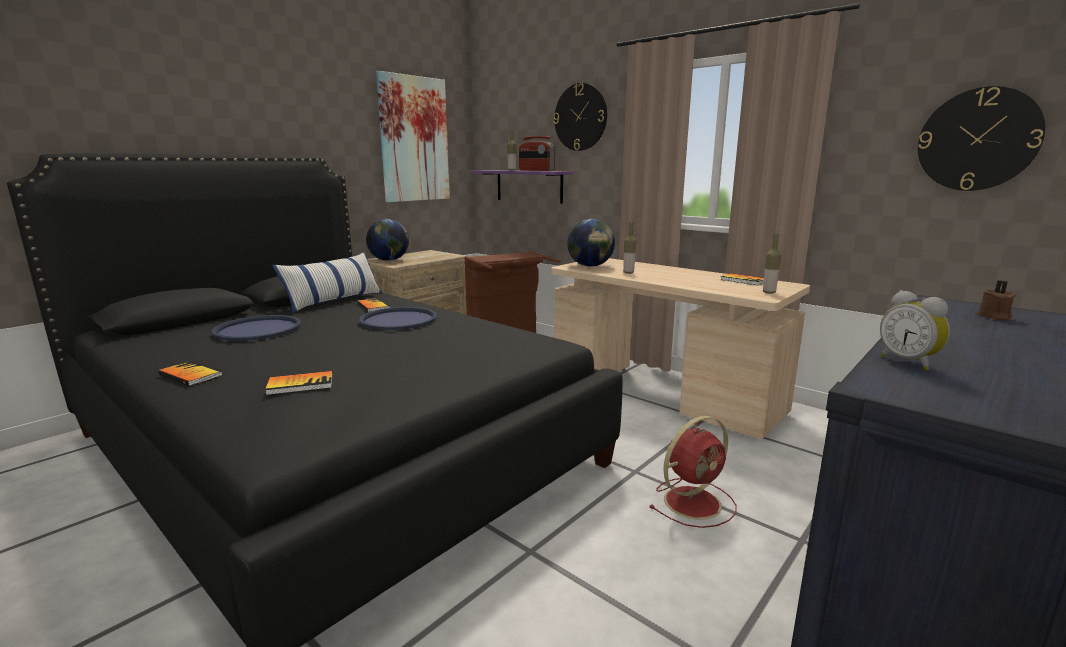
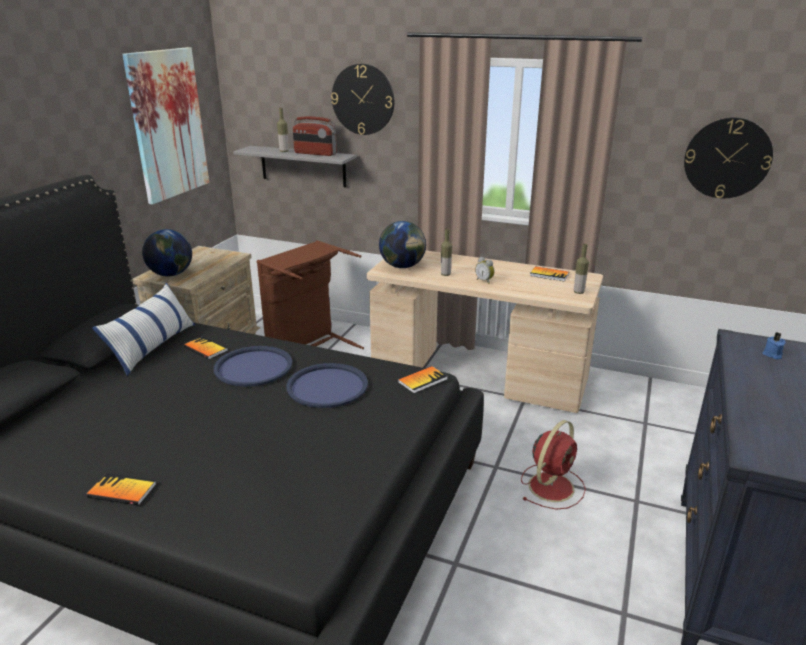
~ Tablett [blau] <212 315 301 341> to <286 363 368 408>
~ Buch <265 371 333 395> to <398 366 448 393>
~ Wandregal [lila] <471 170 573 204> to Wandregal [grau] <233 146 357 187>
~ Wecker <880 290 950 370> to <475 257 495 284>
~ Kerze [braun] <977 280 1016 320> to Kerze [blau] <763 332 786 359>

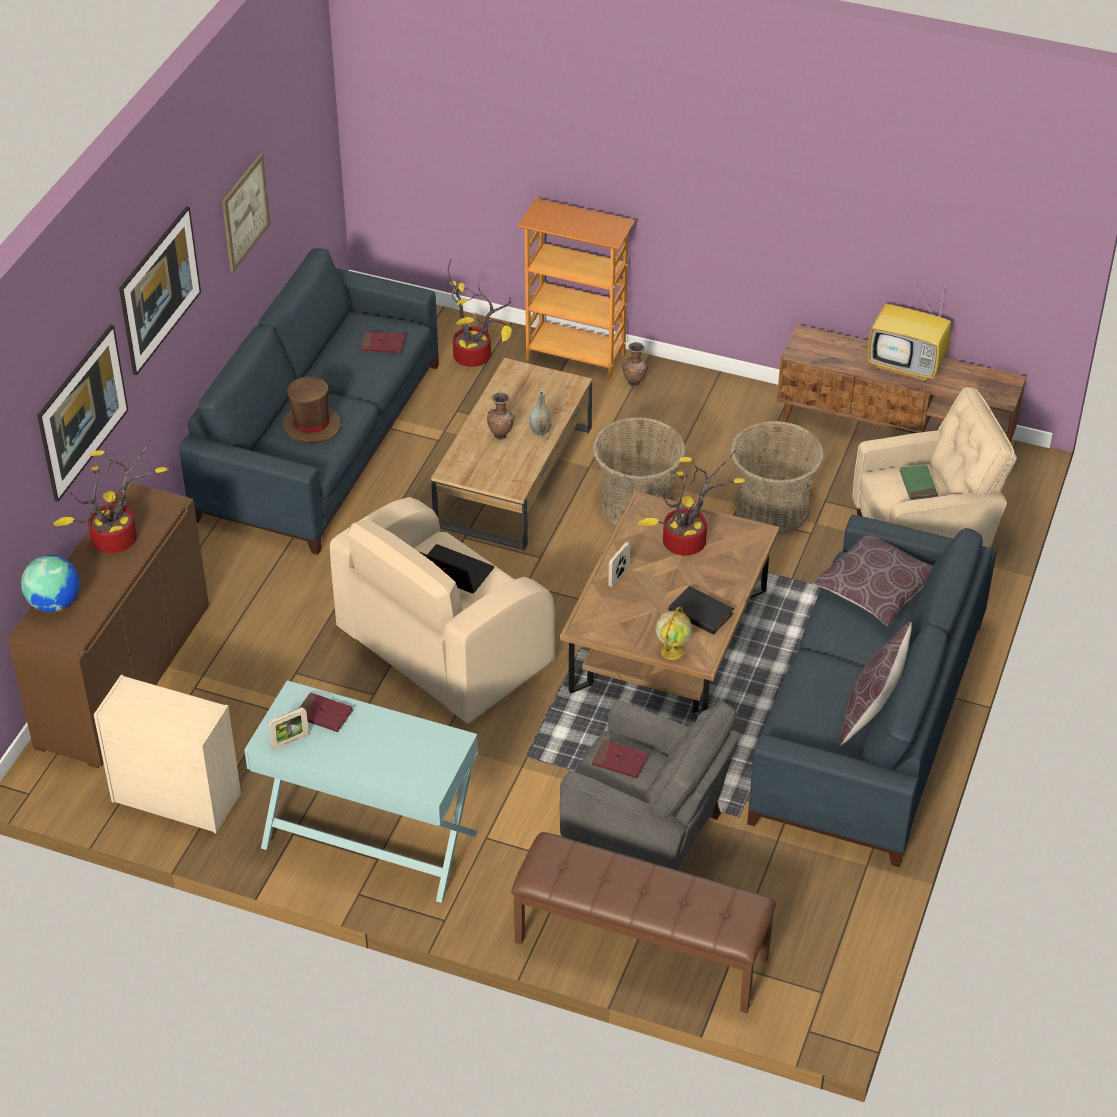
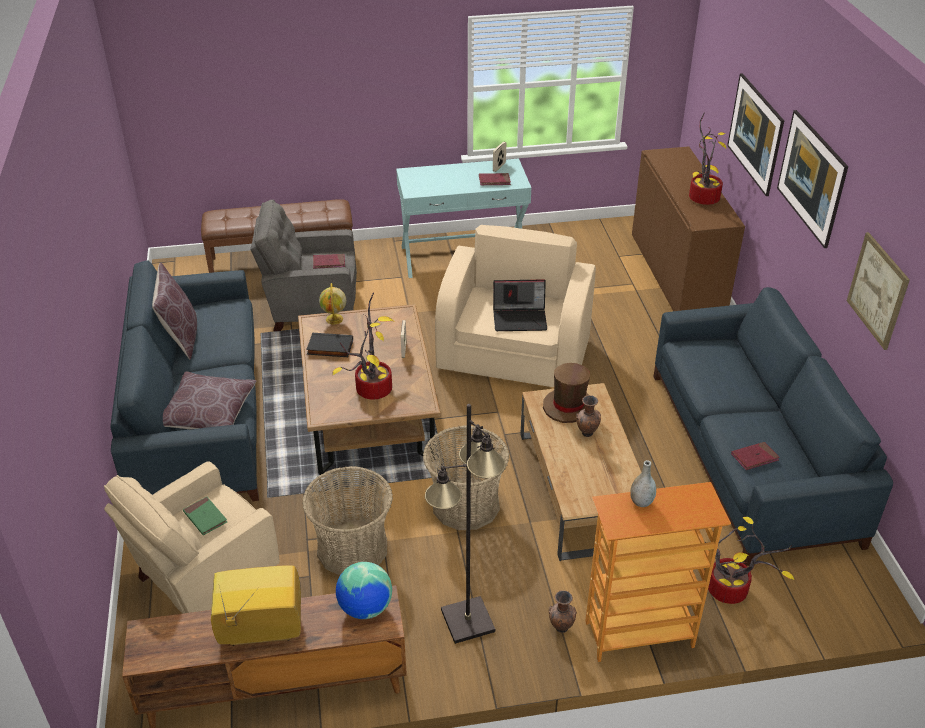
~ Globus <21 555 80 612> to <336 562 392 619>
- Kommode [beige] <94 675 241 833>
~ Hut [braun] <283 377 342 443> to <543 363 590 423>
~ Vase [grau] <529 391 552 436> to <630 460 656 507>
+ Stehlampe [schwarz] <425 404 506 644>

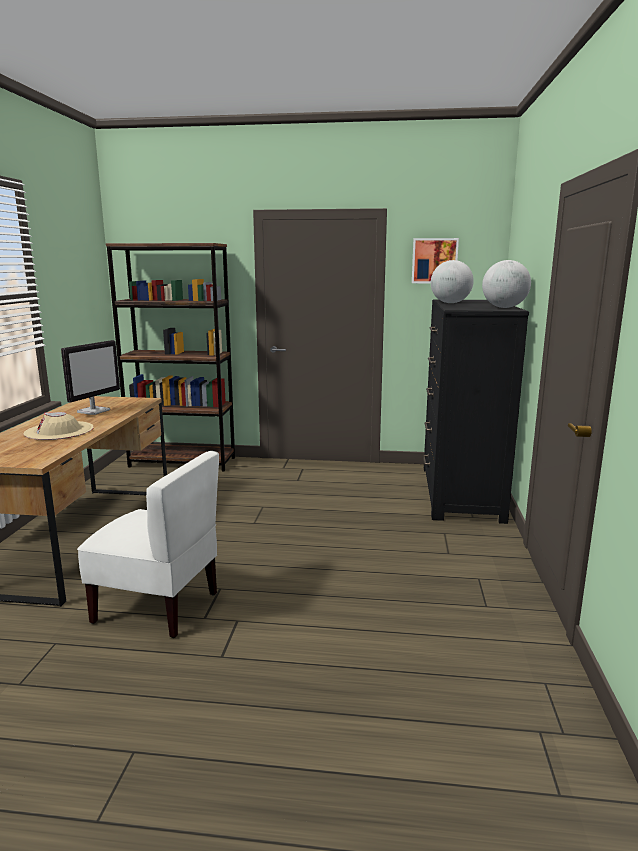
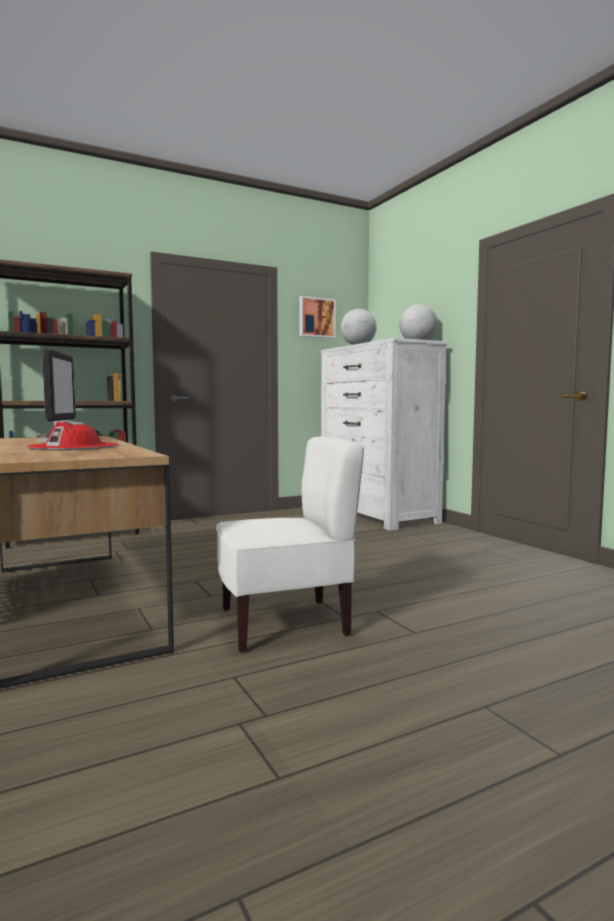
~ Hut [beige] <24 412 94 440> to Hut [rot] <26 421 119 450>
~ Kommode [schwarz] <423 299 529 524> to Kommode [weiß] <321 338 448 531>

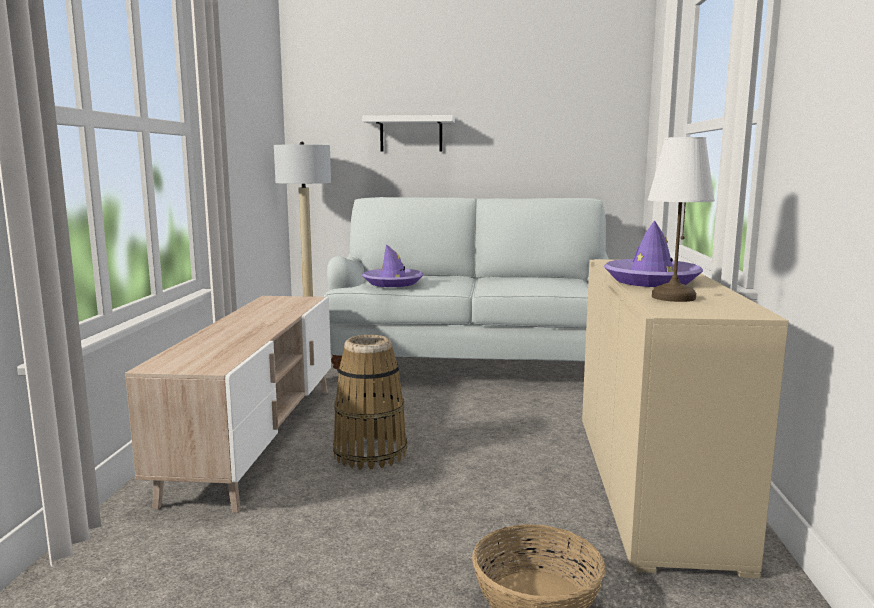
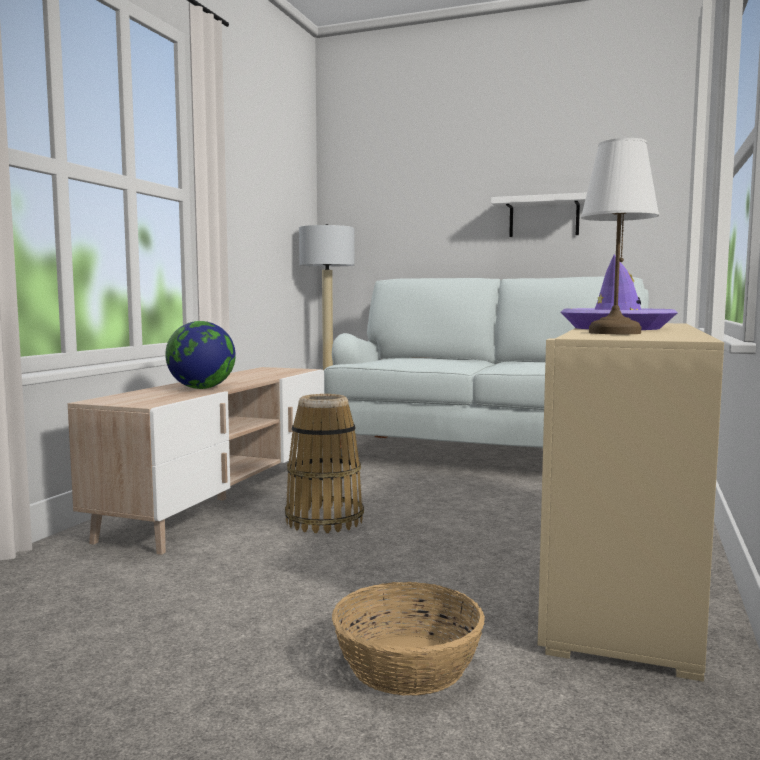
~ Wandregal [weiß] <362 115 455 152> to <491 192 587 237>
- Hut [lila] <362 244 423 287>
+ Globus <165 321 236 389>

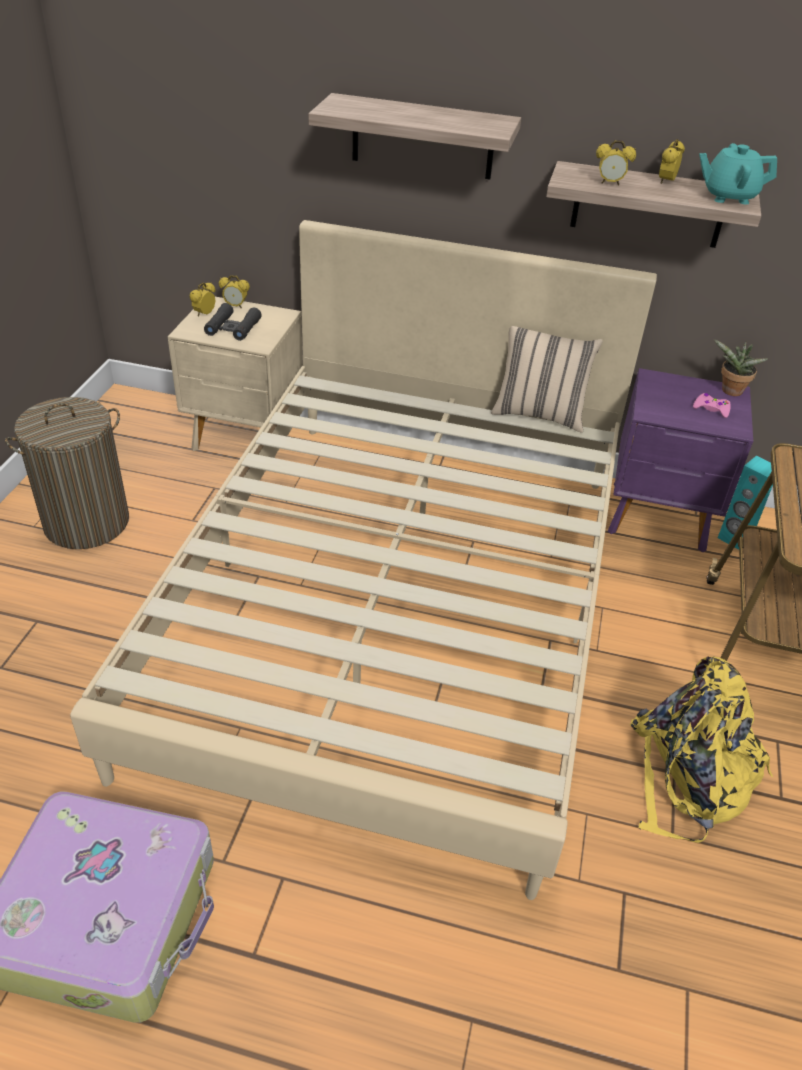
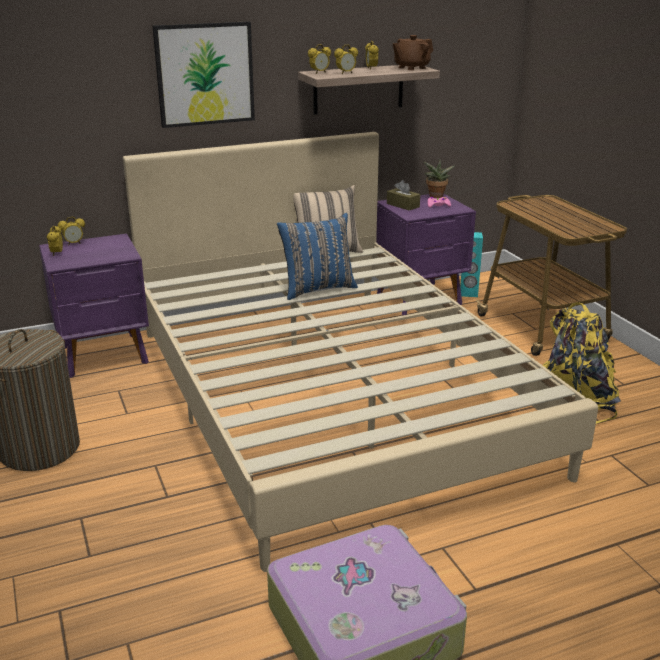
~ Nachttisch [beige] <168 297 303 458> to Nachttisch [lila] <39 234 149 378>
- Fernglas [schwarz] <204 303 262 341>
~ Wandregal <308 93 521 180> to Bild <153 21 255 128>
~ Teekanne [türkis] <699 143 777 205> to Teekanne [braun] <393 35 433 70>
+ Kissen [blau] <277 213 358 300>
+ Wecker <308 44 331 74>
+ Taschentuchbox [braun] <387 180 420 210>

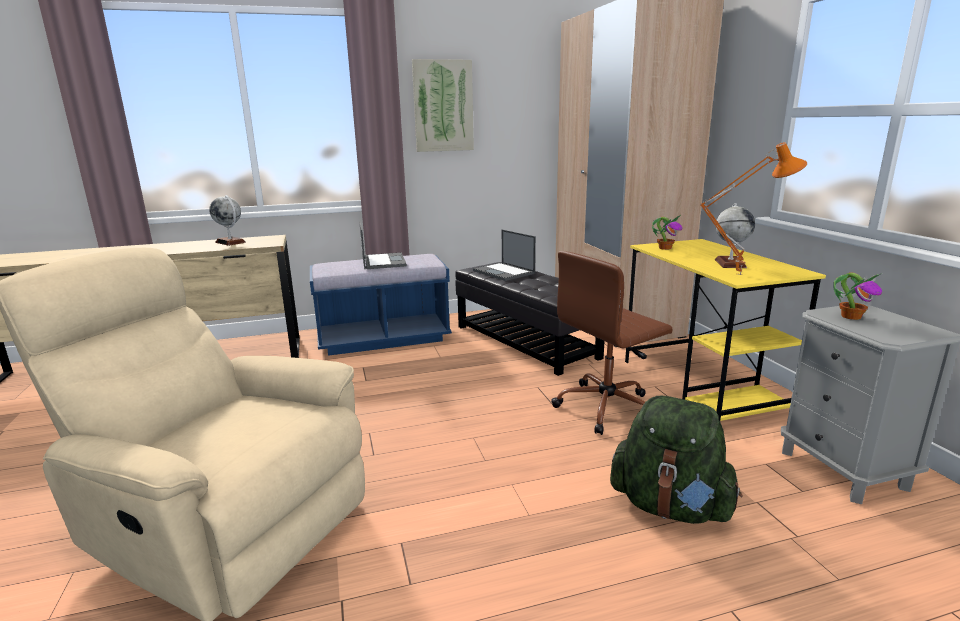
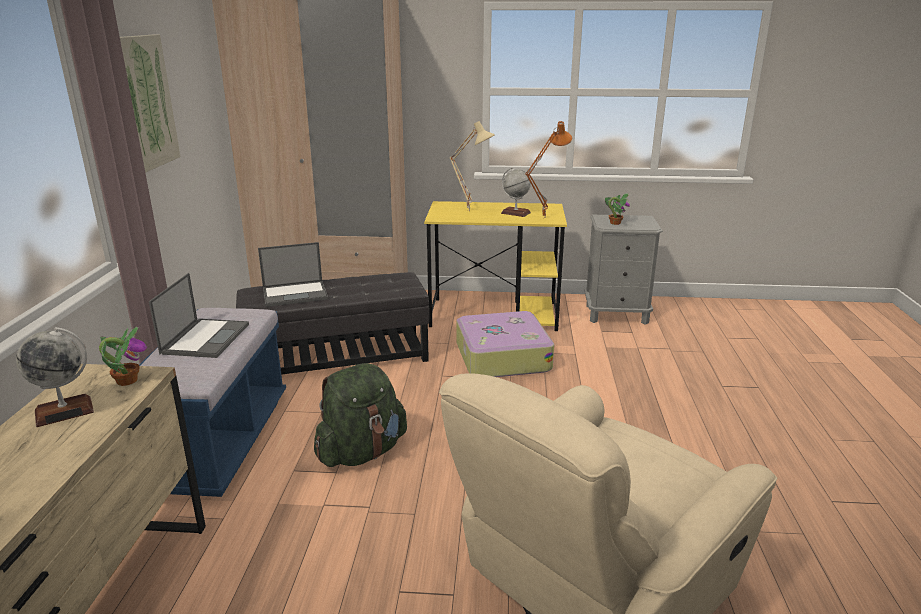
~ Laptop <359 221 407 269> = <149 273 249 358> 90 degrees clockwise
~ Bürostuhl [braun] <551 251 673 435> to Koffer <457 311 554 377>
~ Rucksack [grün] <610 395 742 524> to <314 363 407 467>
~ Topfpflanze <652 215 682 250> to <99 327 147 386>
+ Tischlampe [beige] <450 121 495 211>

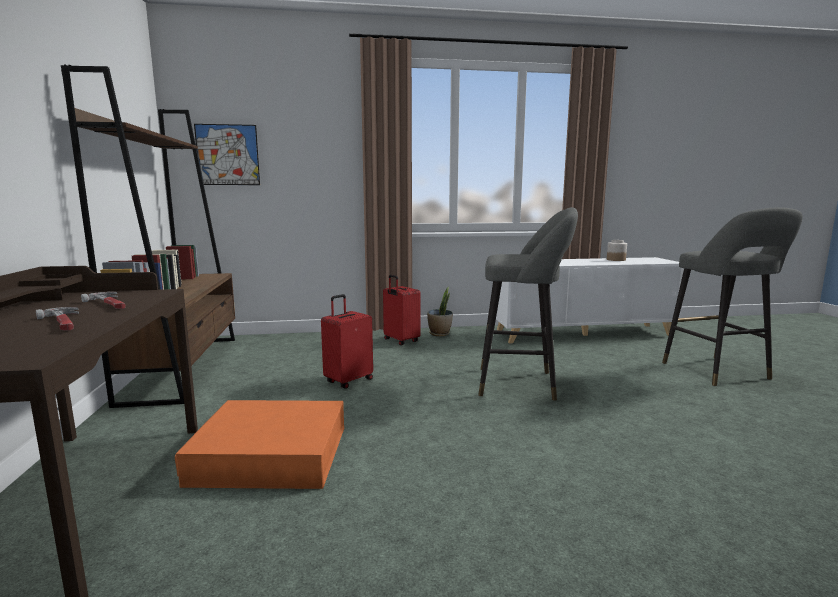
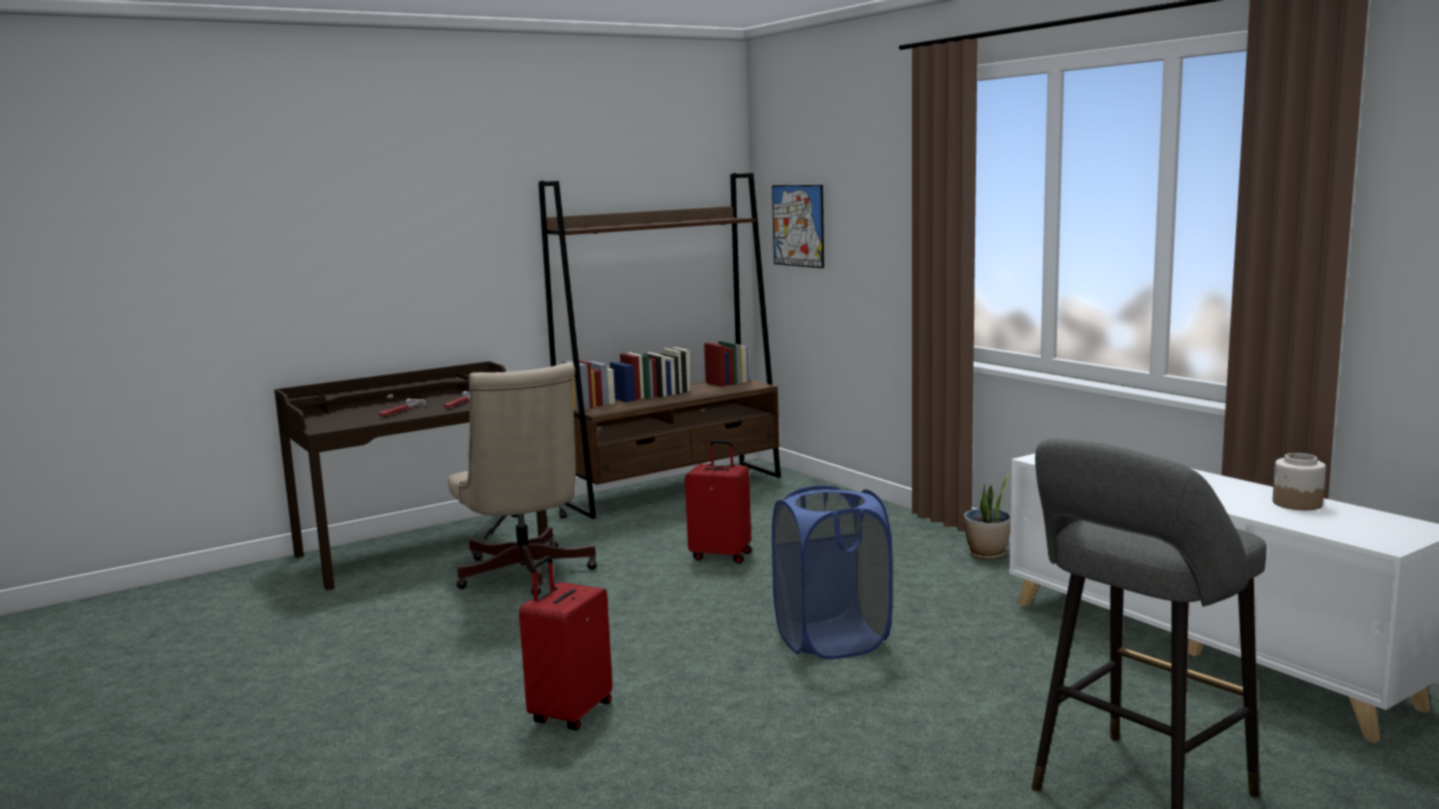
~ Aufbewahrungsbox [orange] <175 400 344 489> to Bürostuhl [beige] <448 362 597 595>
~ Koffer [rot] <383 275 421 345> to <519 556 613 730>
~ Hocker [grau] <478 207 578 401> to Wäschekorb [blau] <772 485 893 659>

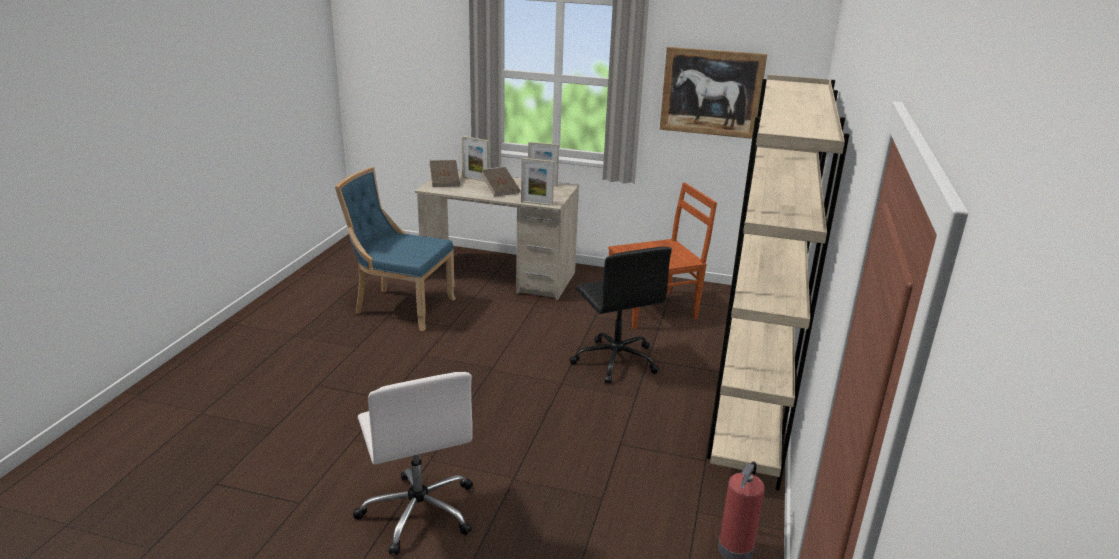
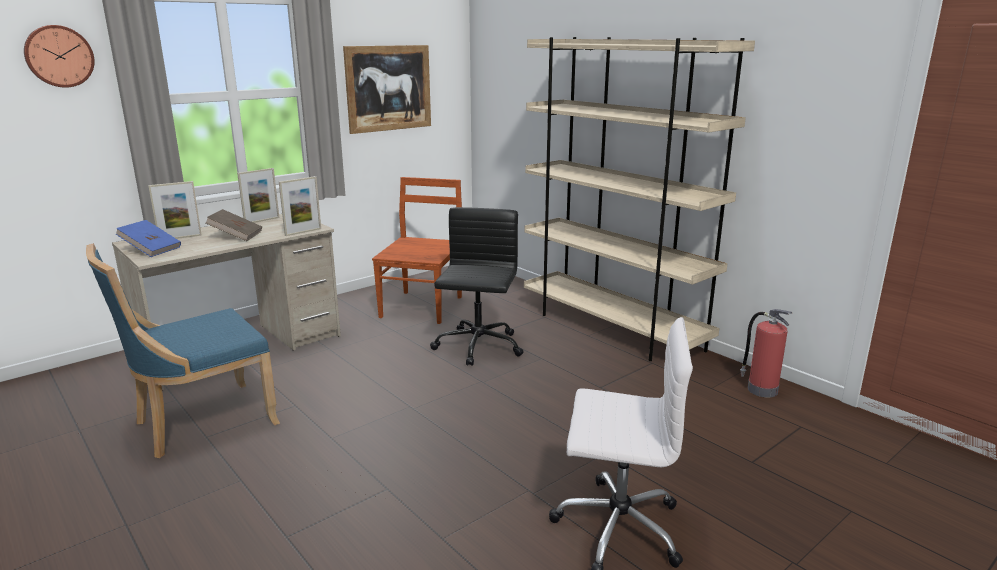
~ Buch [braun] <430 160 460 187> to Buch [blau] <116 220 181 257>
~ Bürostuhl [schwarz] <570 247 672 384> = <430 207 524 366> 90 degrees counterclockwise
+ Wanduhr <24 25 95 88>

